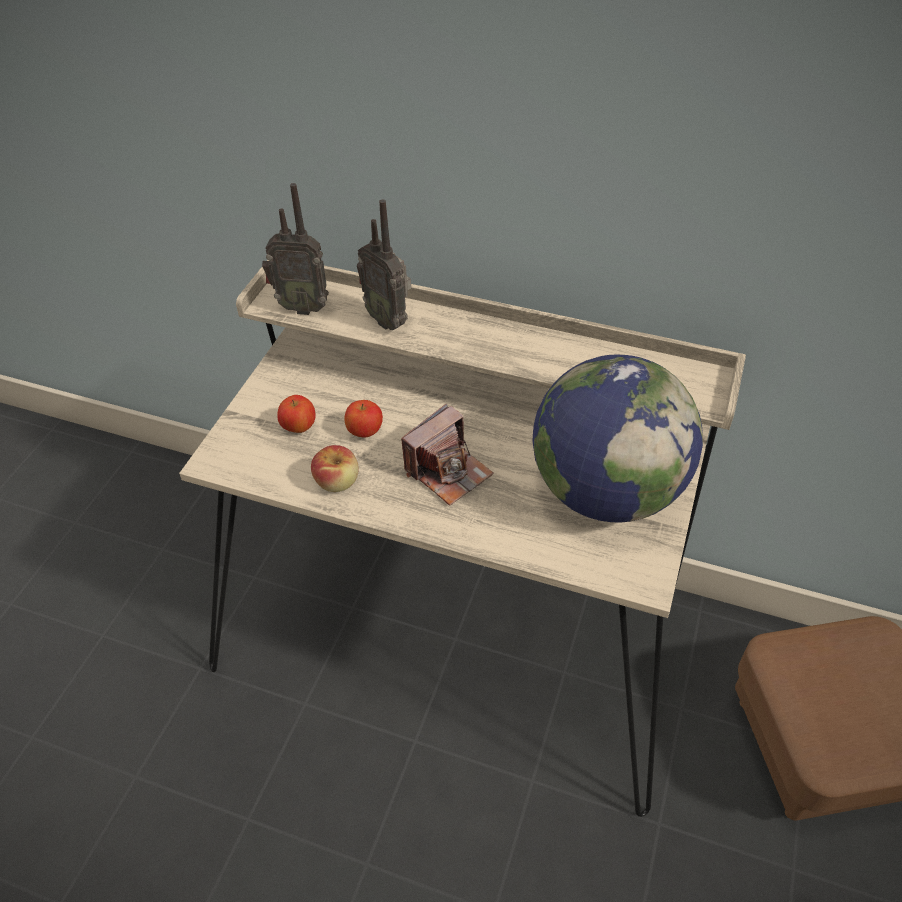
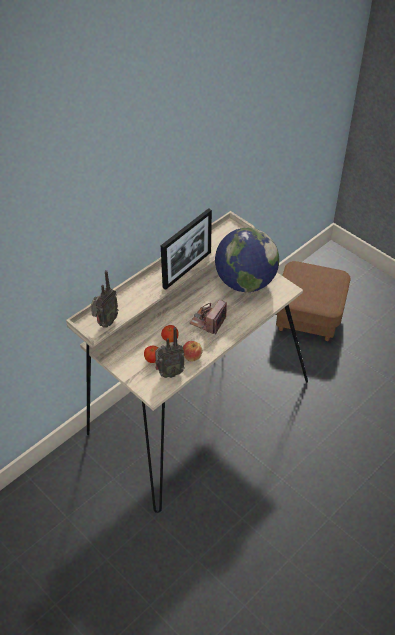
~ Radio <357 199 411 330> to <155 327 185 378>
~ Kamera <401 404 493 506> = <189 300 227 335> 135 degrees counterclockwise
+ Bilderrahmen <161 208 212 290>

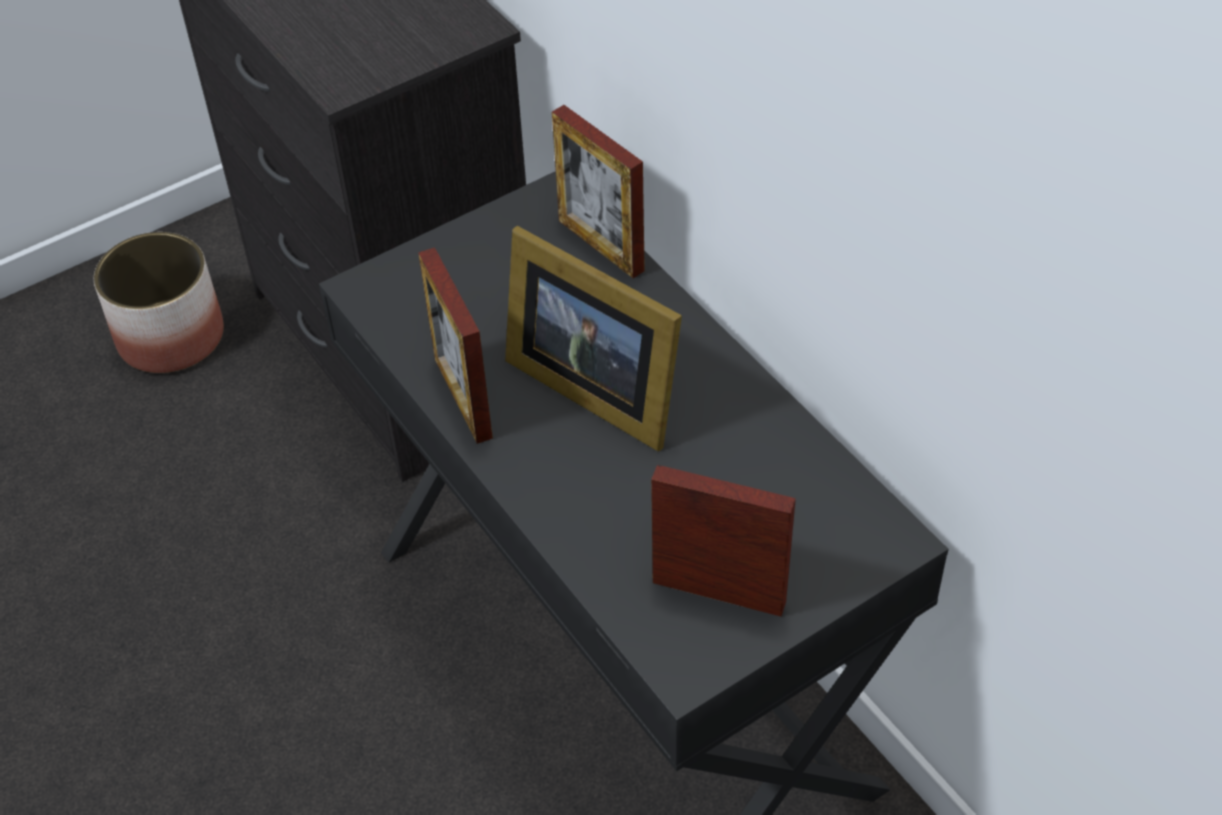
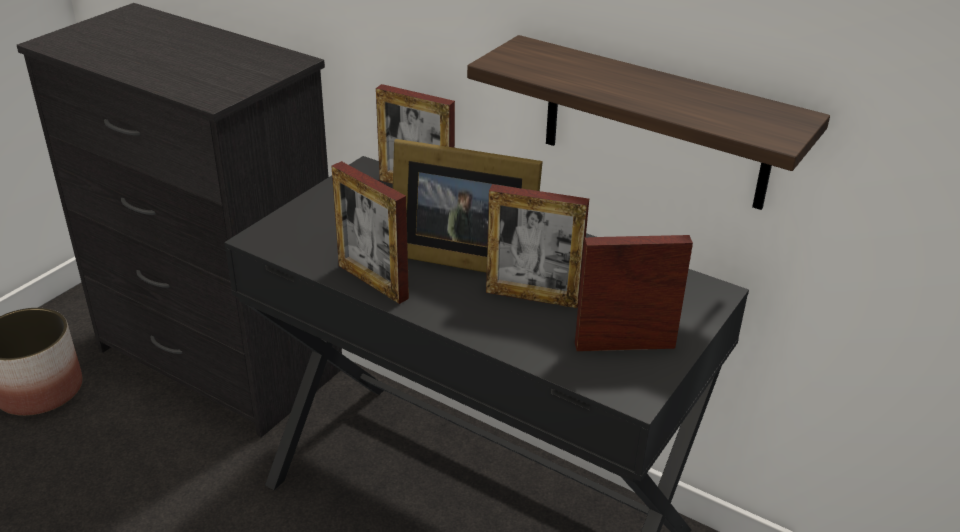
+ Wandregal <467 35 830 210>
+ Bilderrahmen <486 184 589 308>

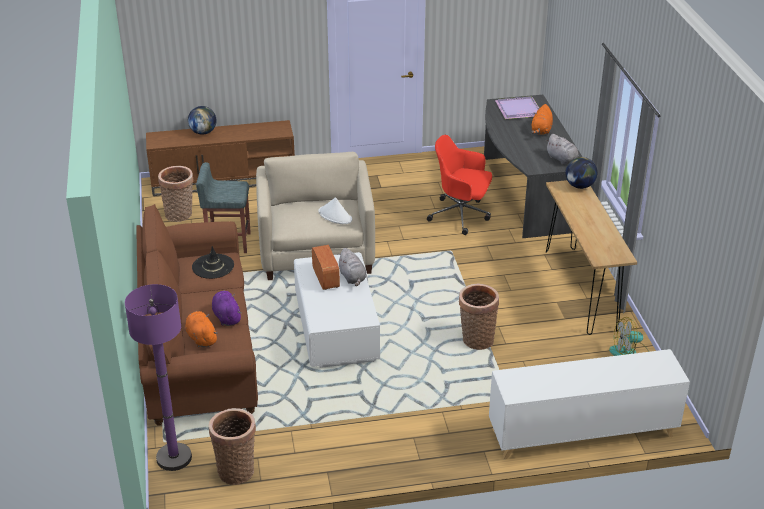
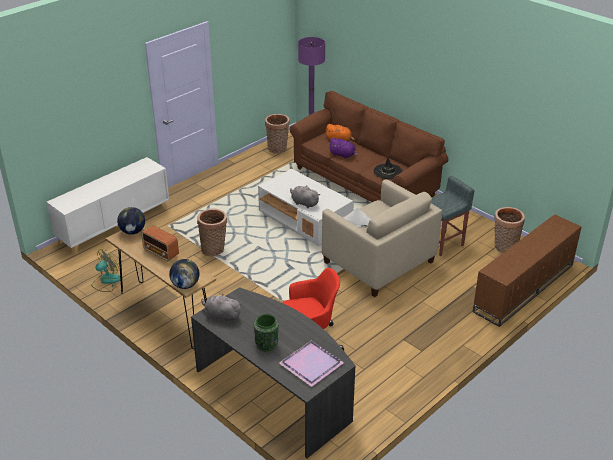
~ Globus <188 106 217 135> to <117 207 145 234>
~ Radio <312 245 340 290> to <141 226 179 261>
~ Plüschtier [orange] <531 104 553 135> to Vase [grün] <253 314 279 351>

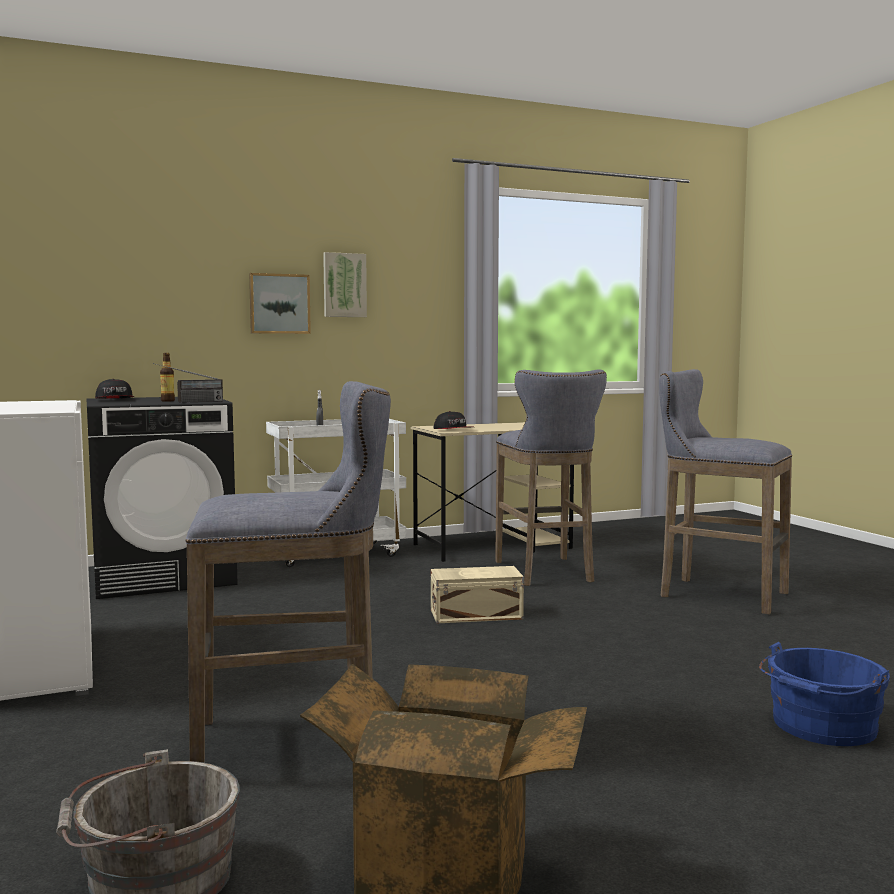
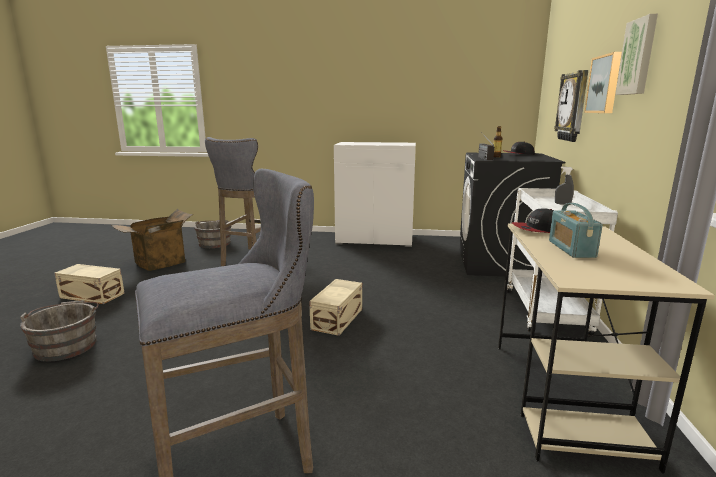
- Hocker [grau] <495 369 607 586>
~ Eimer [blau] <759 642 890 746> to Eimer [grau] <20 300 99 361>
+ Aufbewahrungsbox [beige] <54 264 125 304>
+ Radio <549 203 603 258>
+ Wanduhr <554 70 588 142>

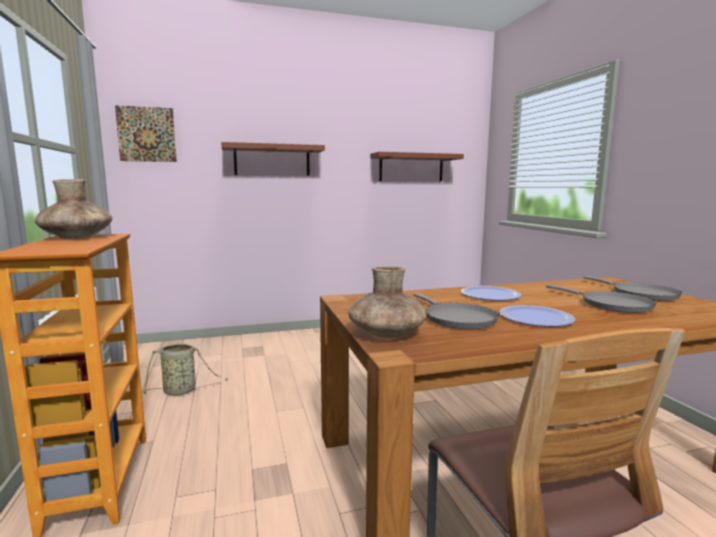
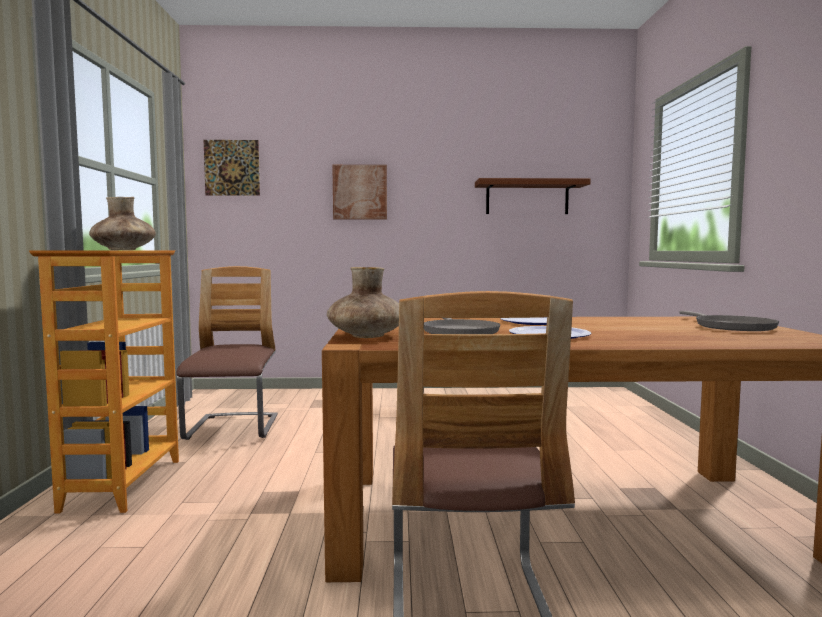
~ Korb <143 343 228 396> to Stuhl <176 266 278 440>
~ Wandregal [braun] <221 142 325 176> to Bild <332 165 387 220>
- Pfanne [grau] <546 284 656 313>

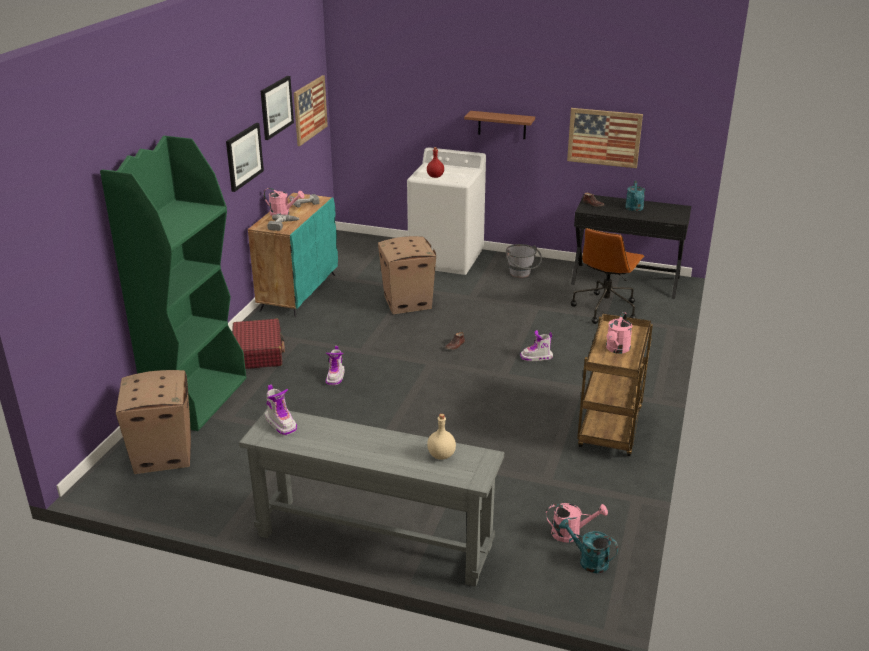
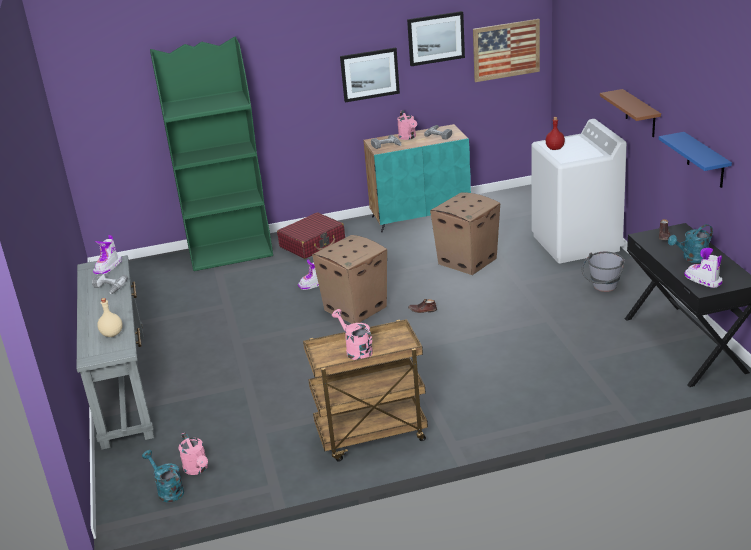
~ Karton <116 370 191 474> to <312 235 387 324>
~ Stiefel <520 330 553 361> to <684 248 723 288>
~ Gießkanne [türkis] <559 519 618 573> = <142 450 184 502> 45 degrees counterclockwise
~ Bild <567 108 643 168> to Wandregal [blau] <659 132 732 188>
- Bürostuhl [braun] <571 228 645 324>
~ Gießkanne [rosa] <606 312 632 353> = <332 309 373 360> 60 degrees clockwise
+ Bohrmaschine <92 273 128 294>

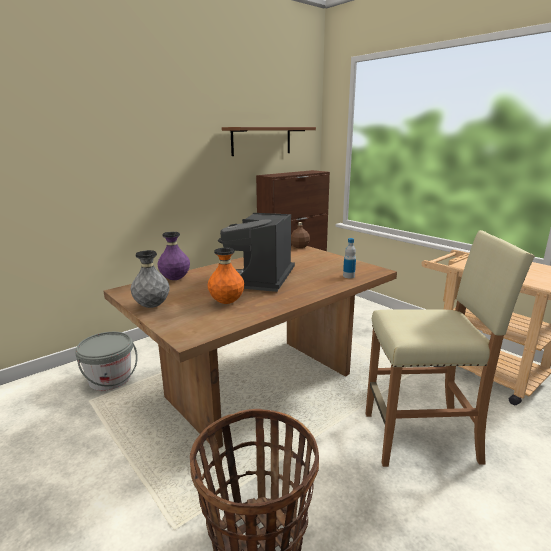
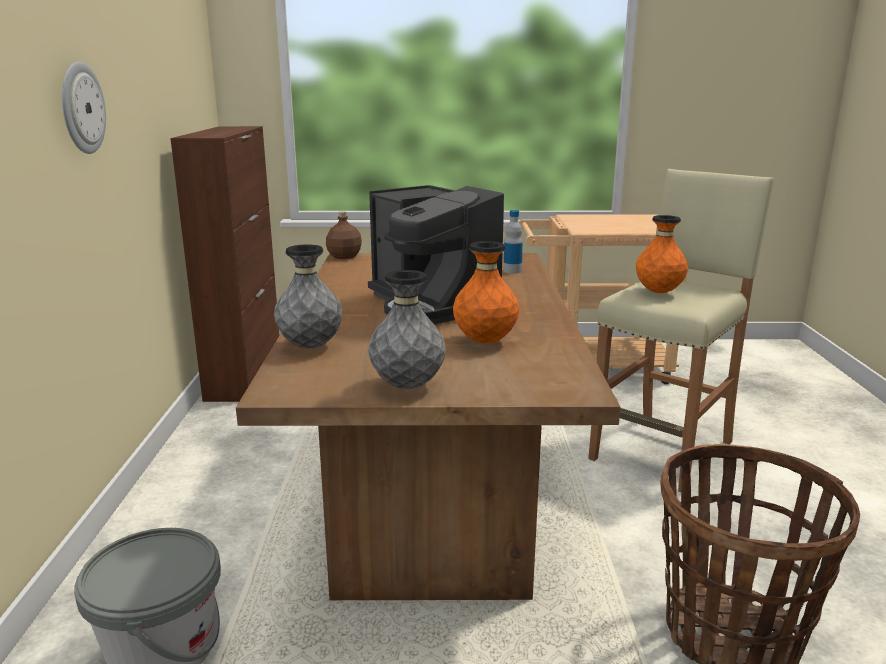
~ Vase [lila] <157 232 190 280> to Vase [grau] <274 244 342 349>
- Wandregal [braun] <222 127 316 156>
+ Wanduhr <62 62 106 154>
+ Vase [orange] <636 215 688 293>

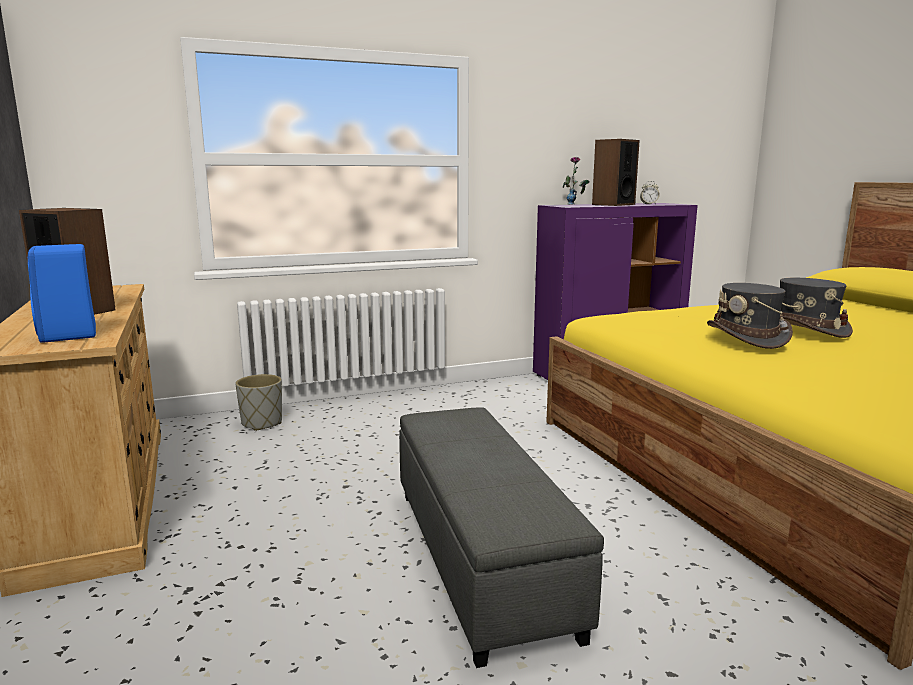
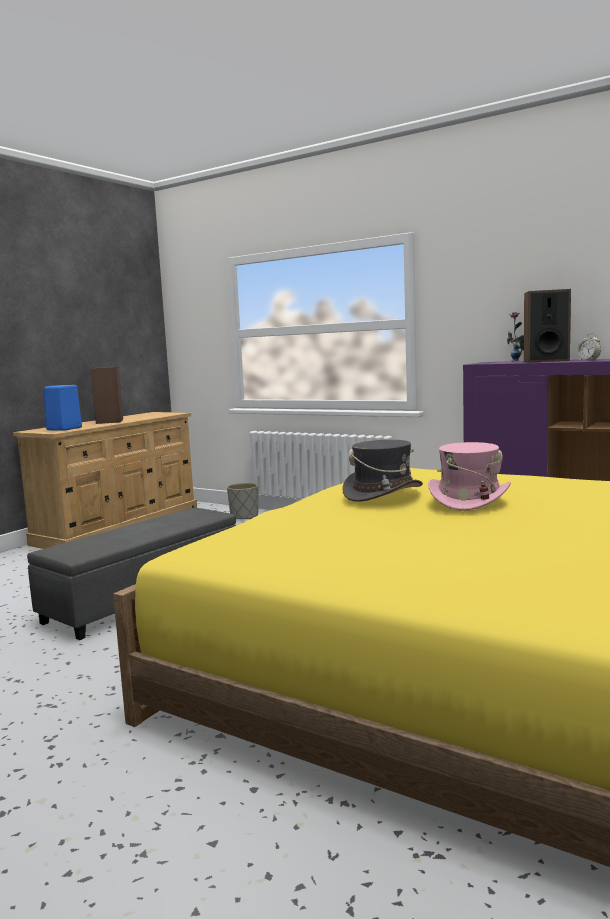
~ Hut [grau] <780 278 853 338> to Hut [rosa] <428 442 511 510>

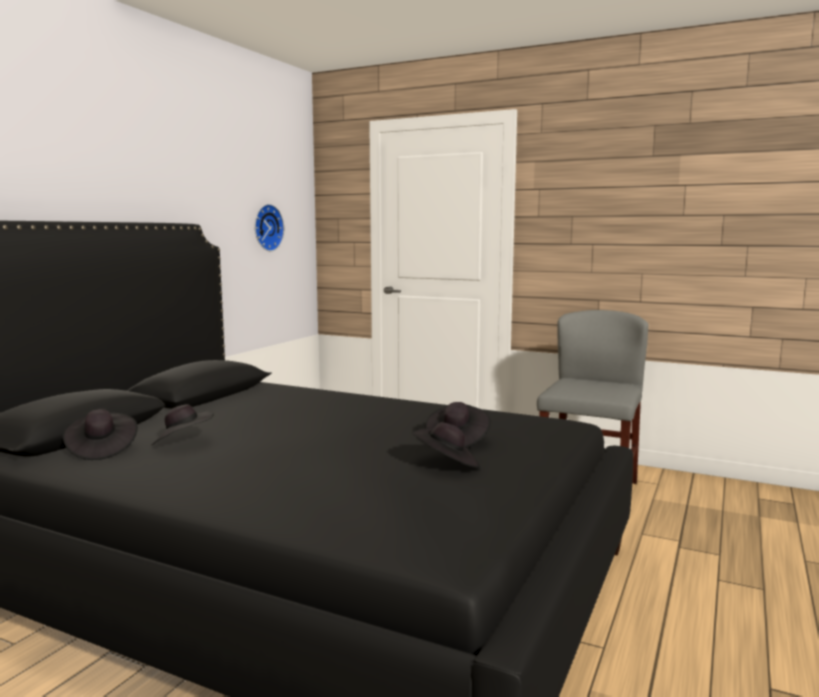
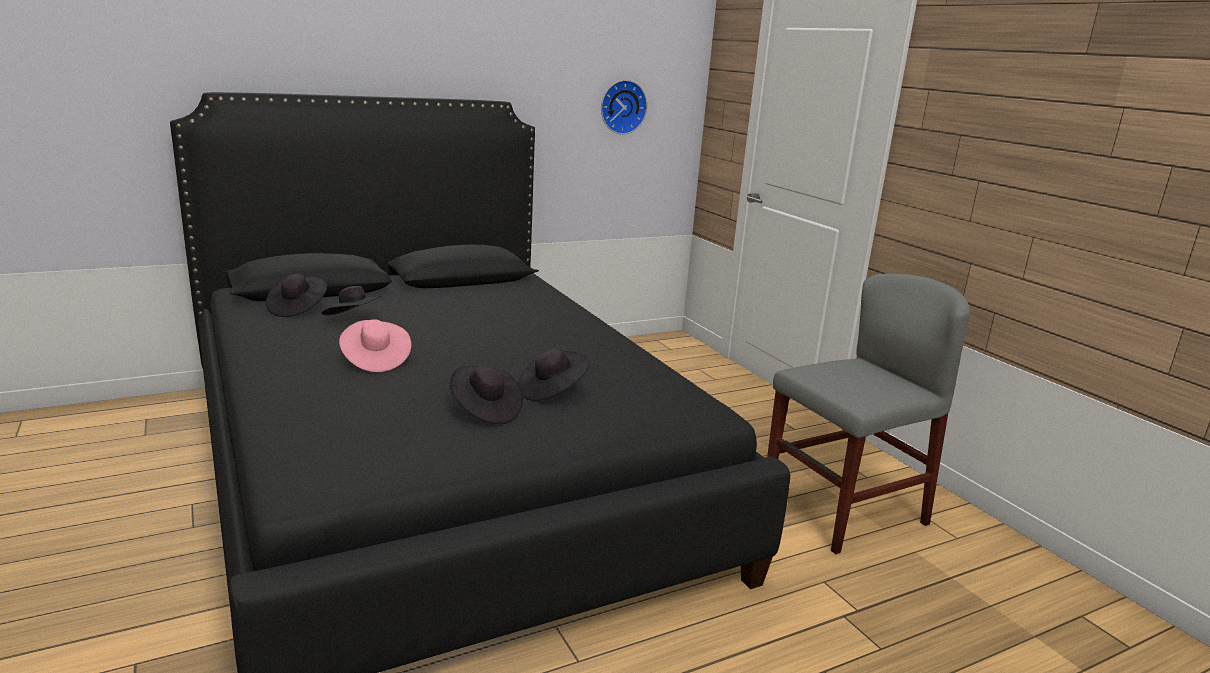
+ Hut [rosa] <339 319 411 372>

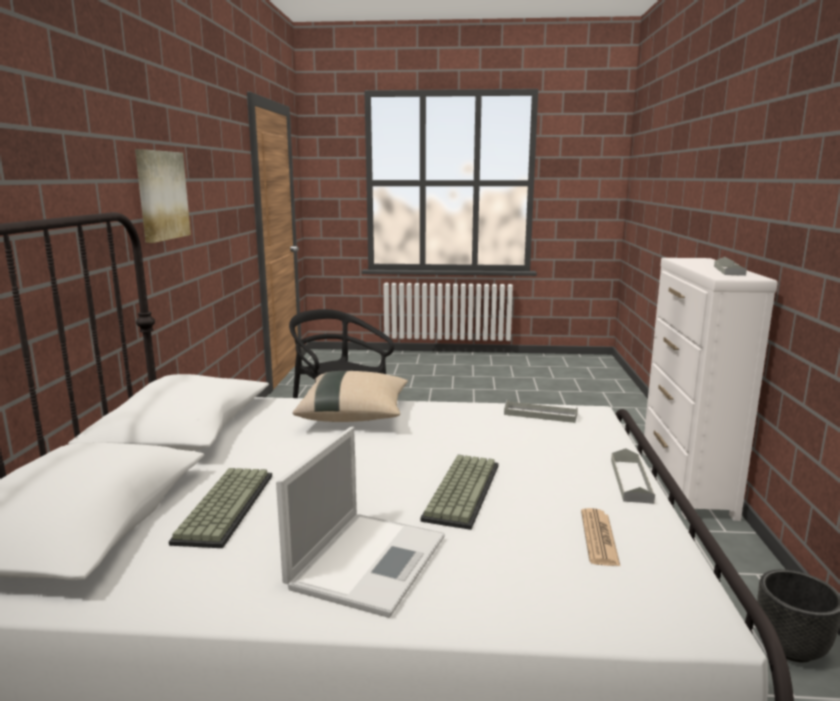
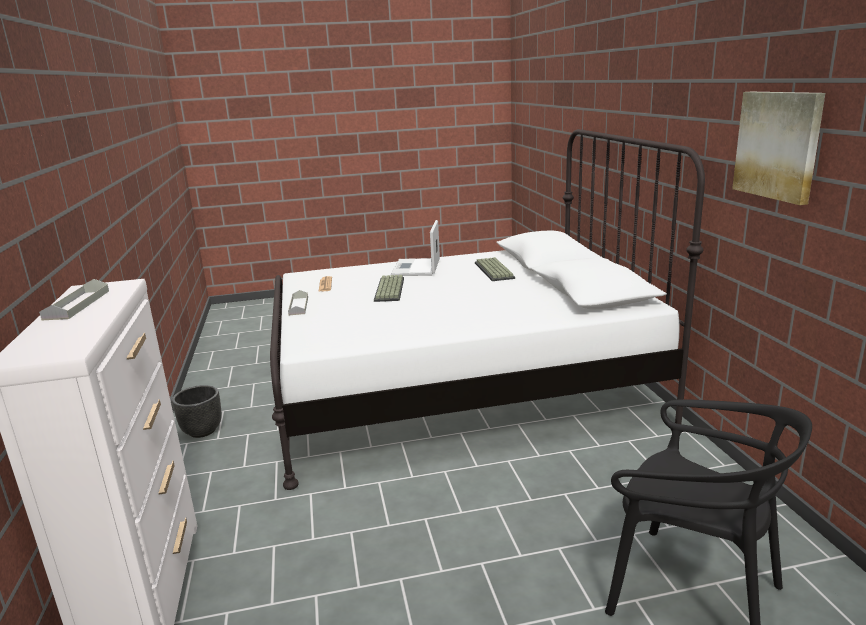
- Kissen [beige] <293 371 408 422>
- Tablett [grau] <504 400 578 423>

